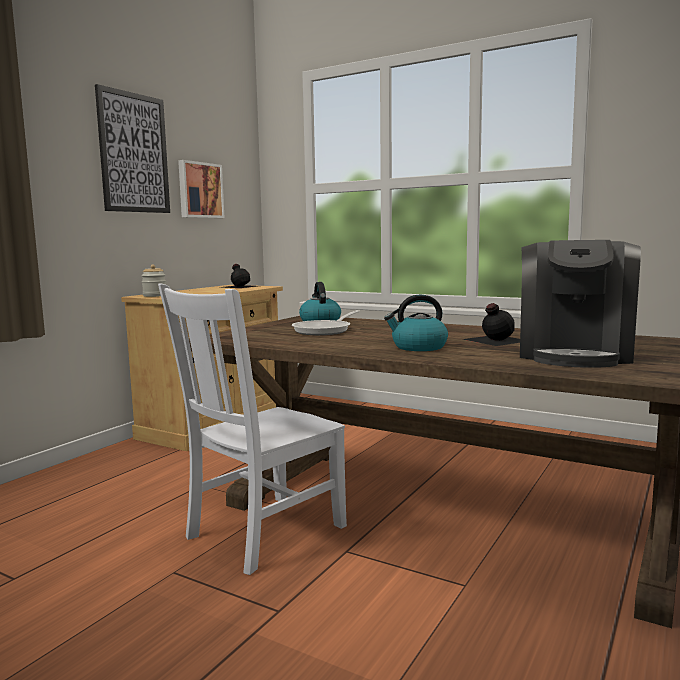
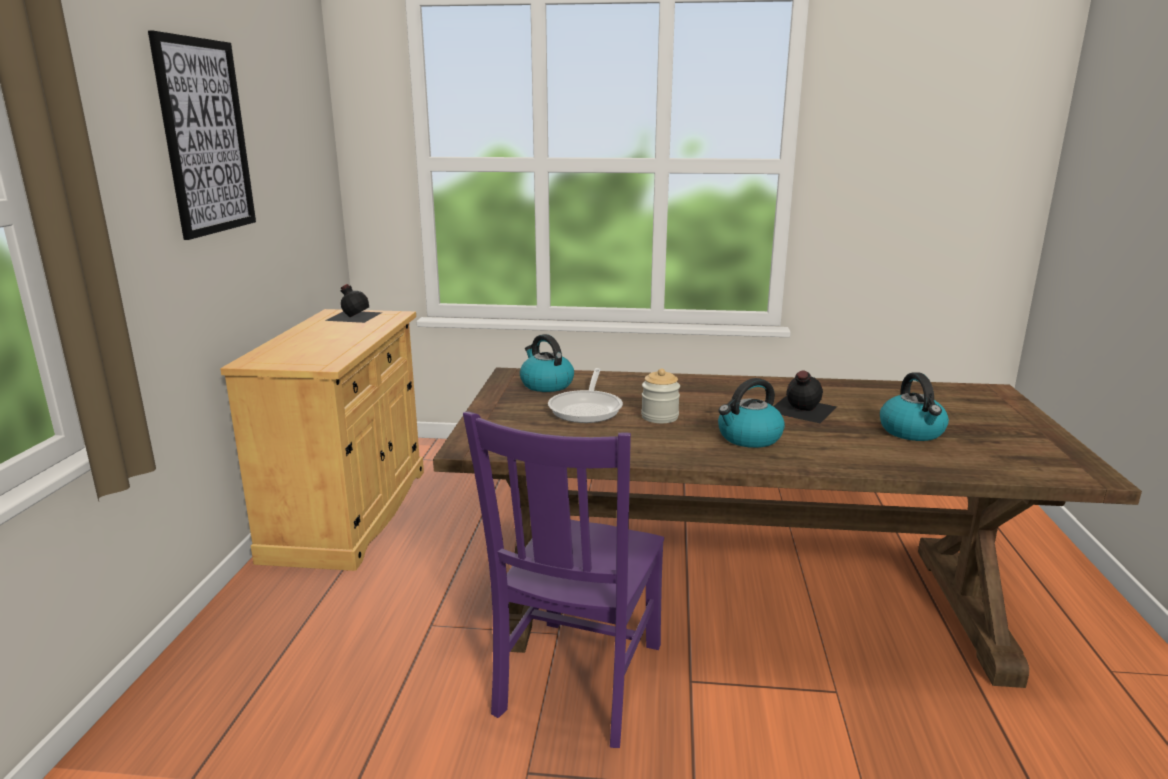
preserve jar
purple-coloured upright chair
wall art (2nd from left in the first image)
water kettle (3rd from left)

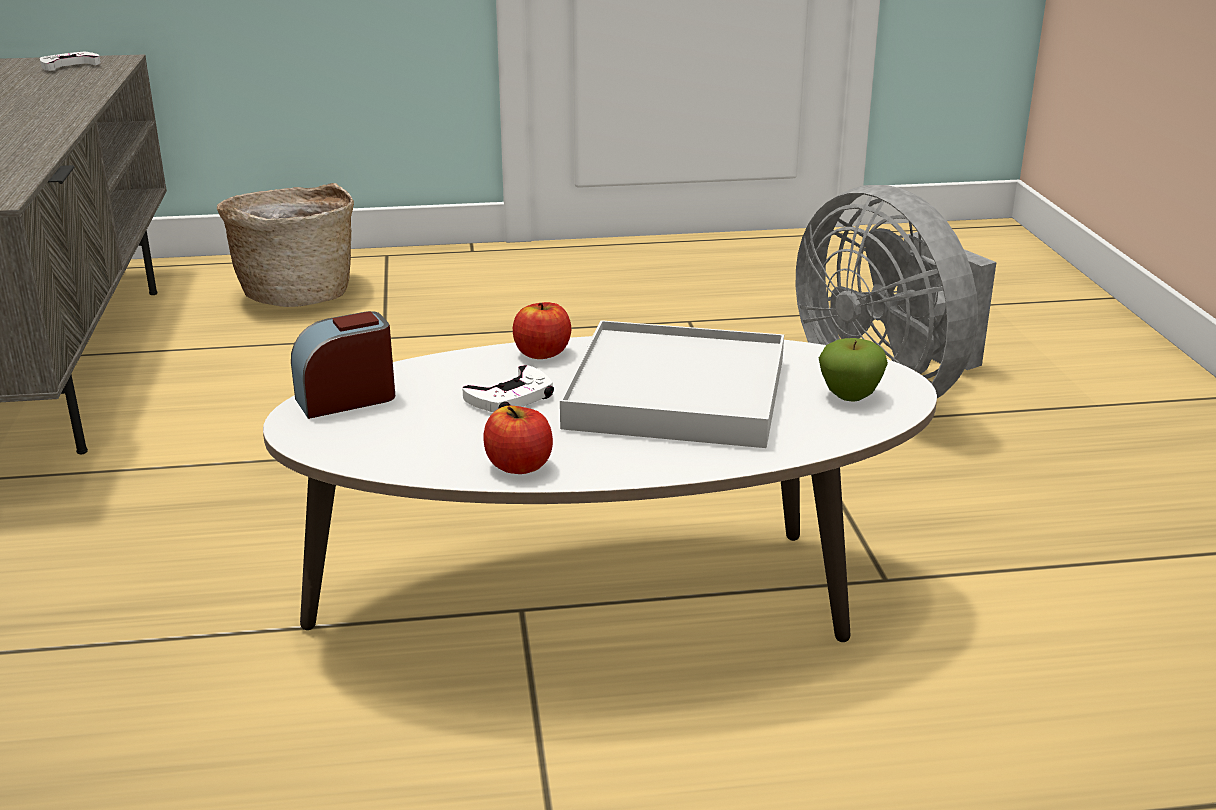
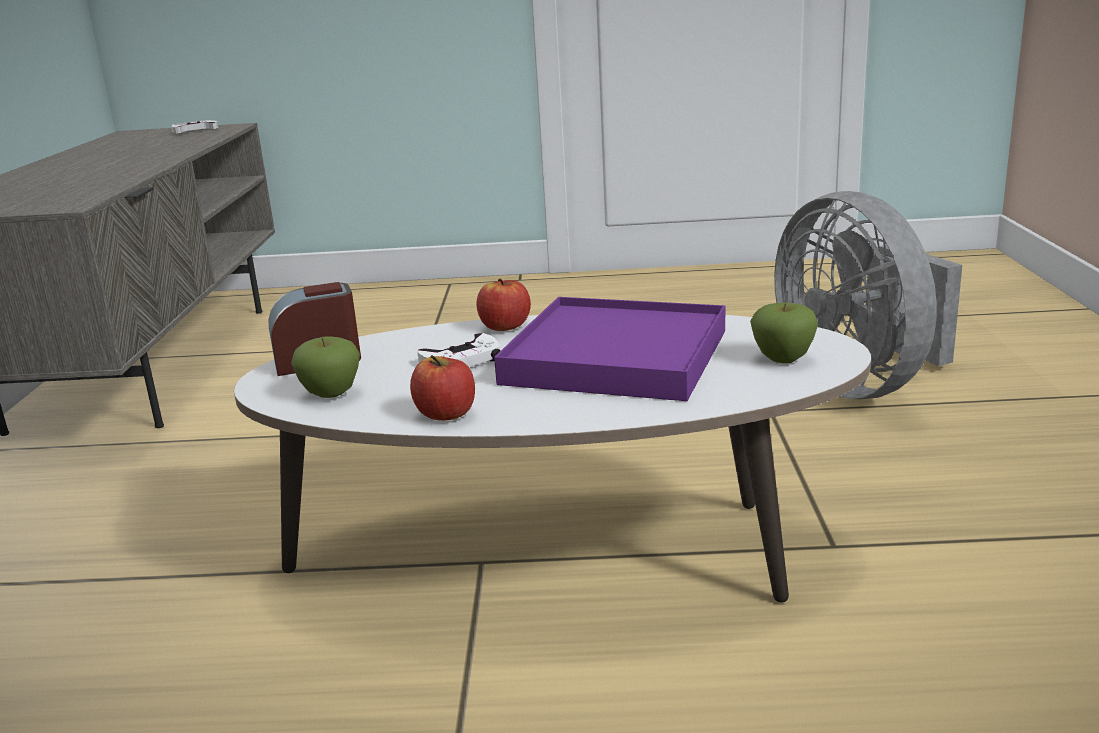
household basket
purple-coloured serving tray
whole apple (1st from left)

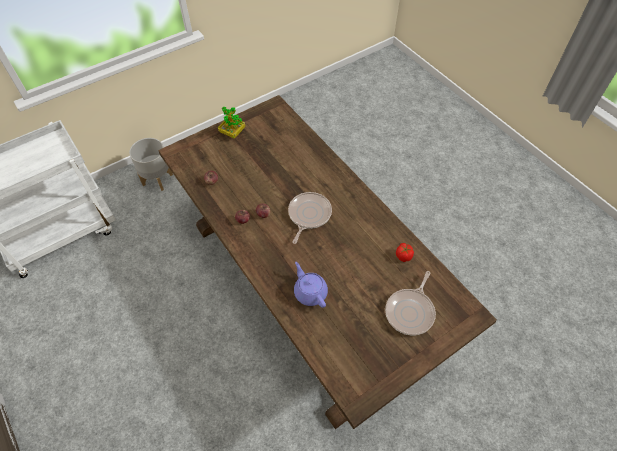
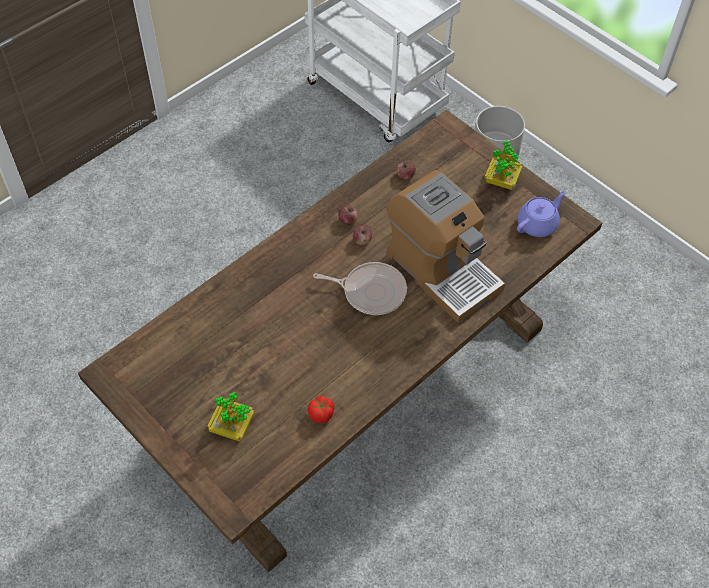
purple-coloured pot for tea
potted plant (1st from left)
coffee maker

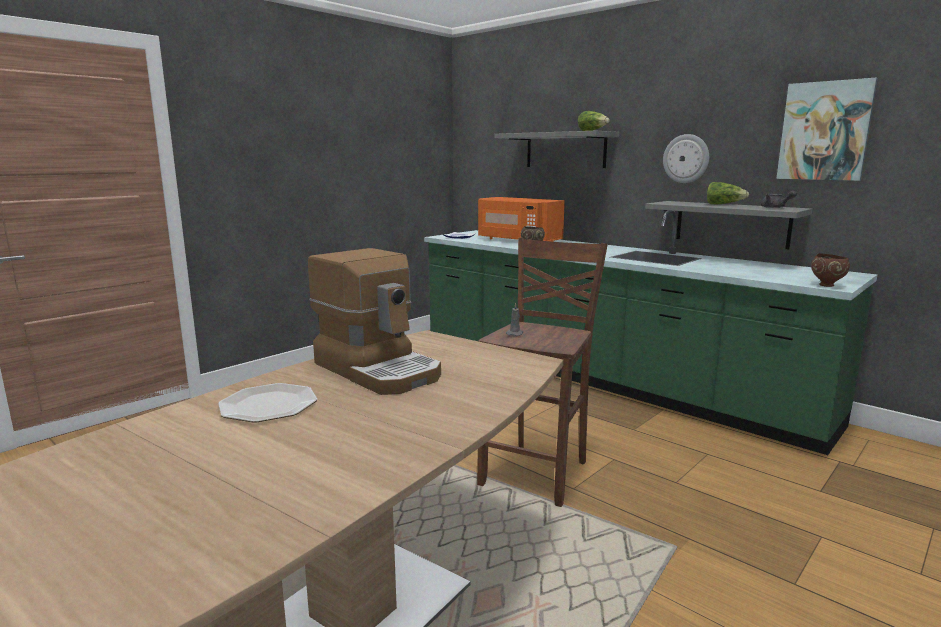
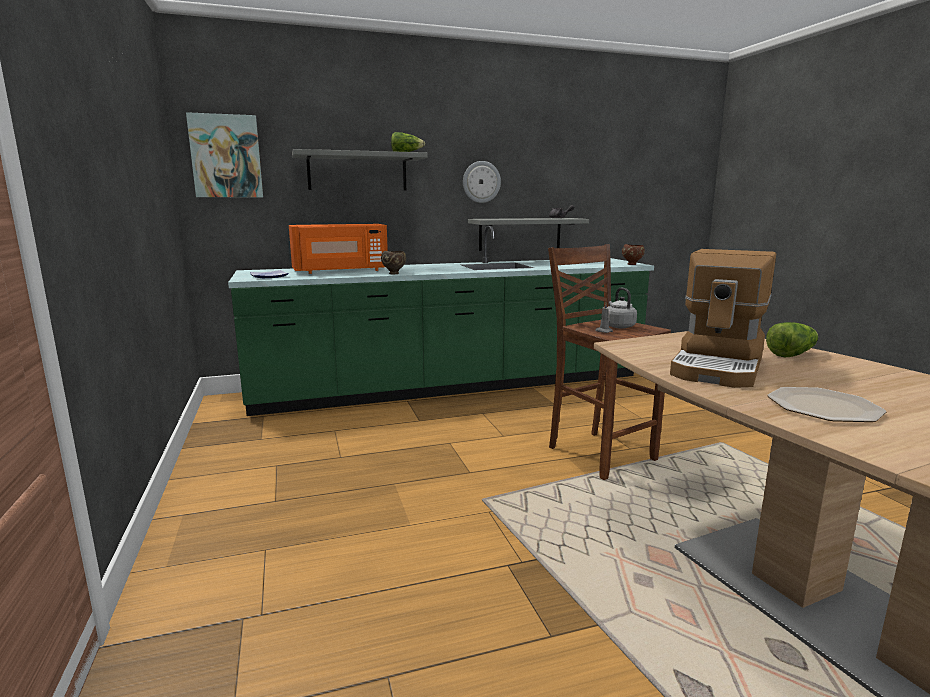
coffee maker
lettuce (2nd from left)
wall art
greyish water kettle

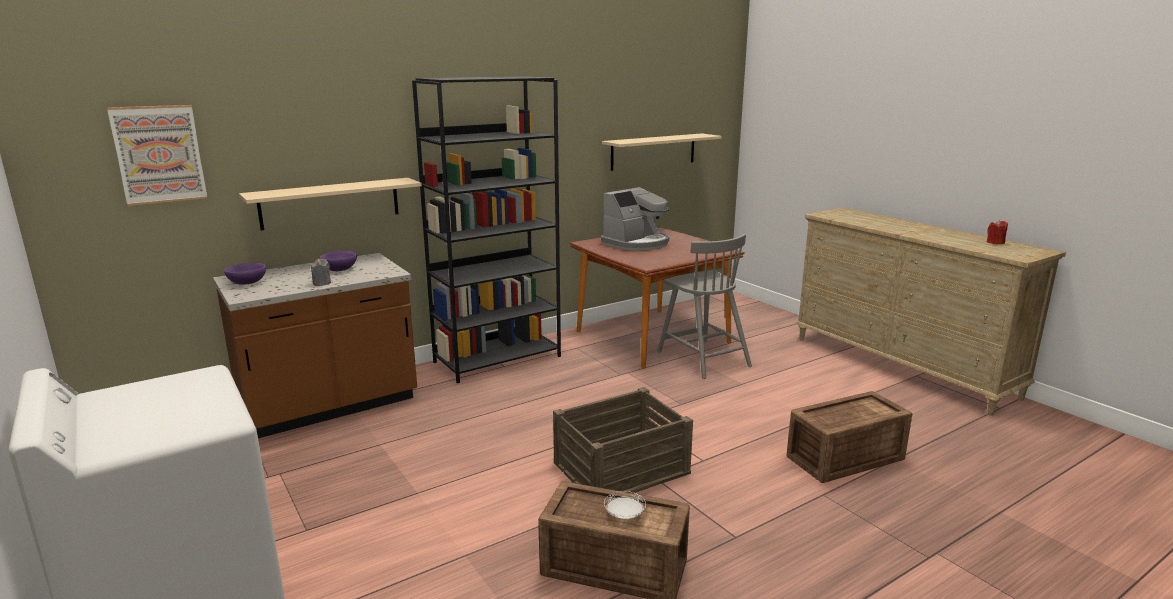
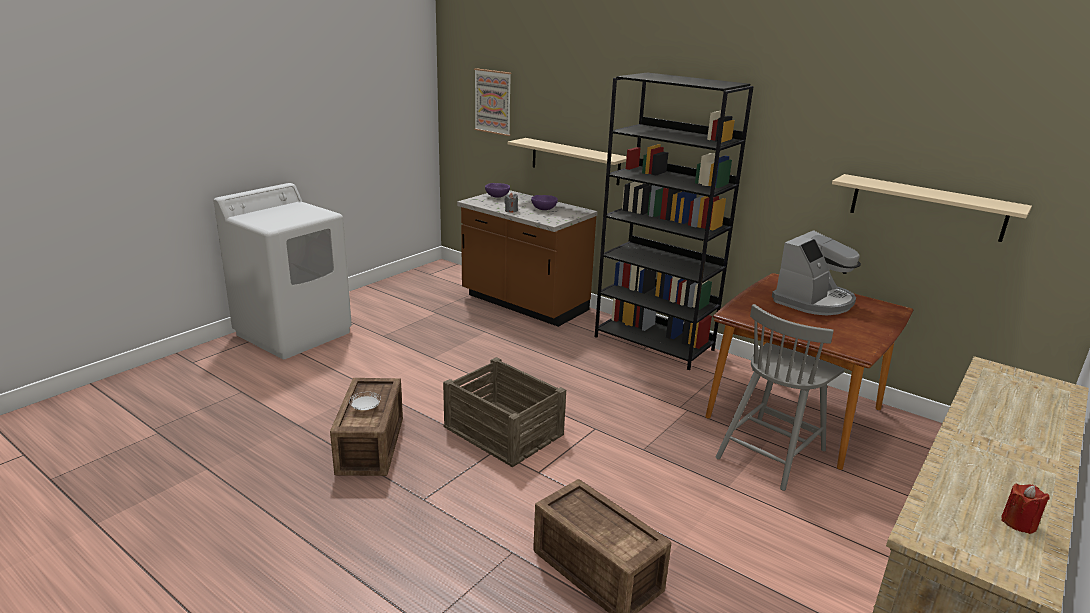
coffee maker

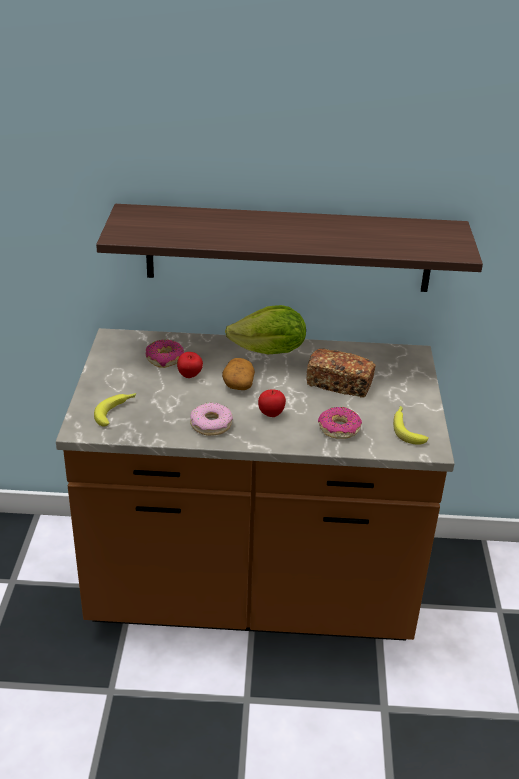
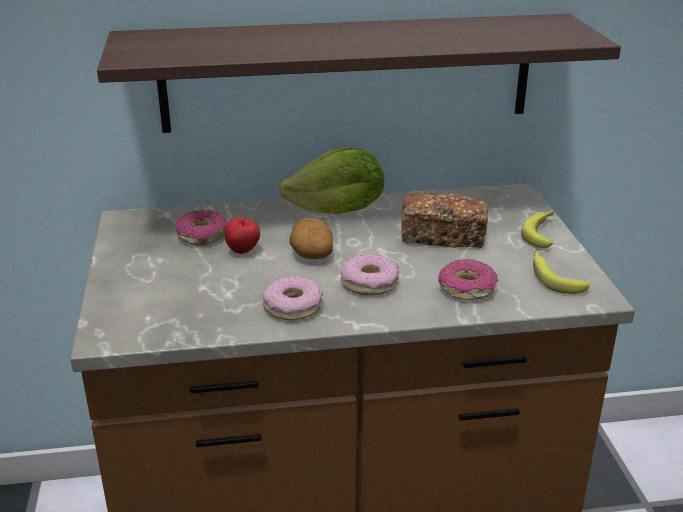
banana (1st from left)
doughnut (3rd from left)

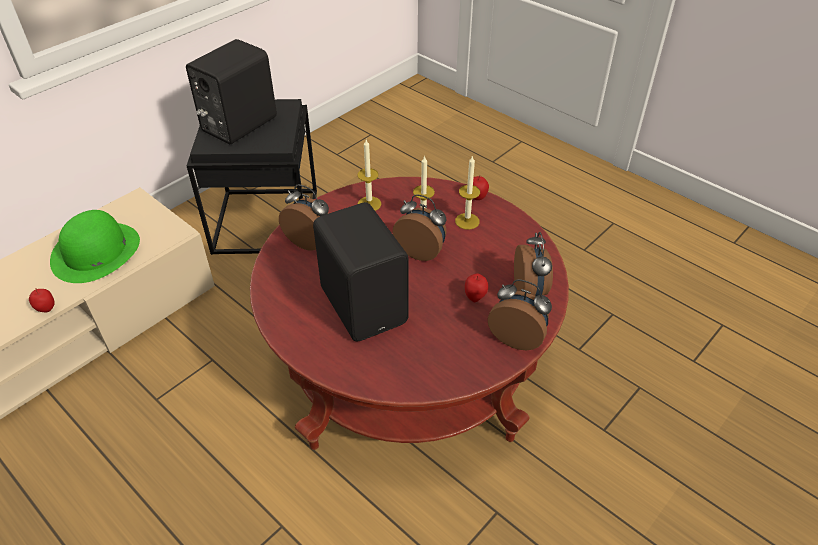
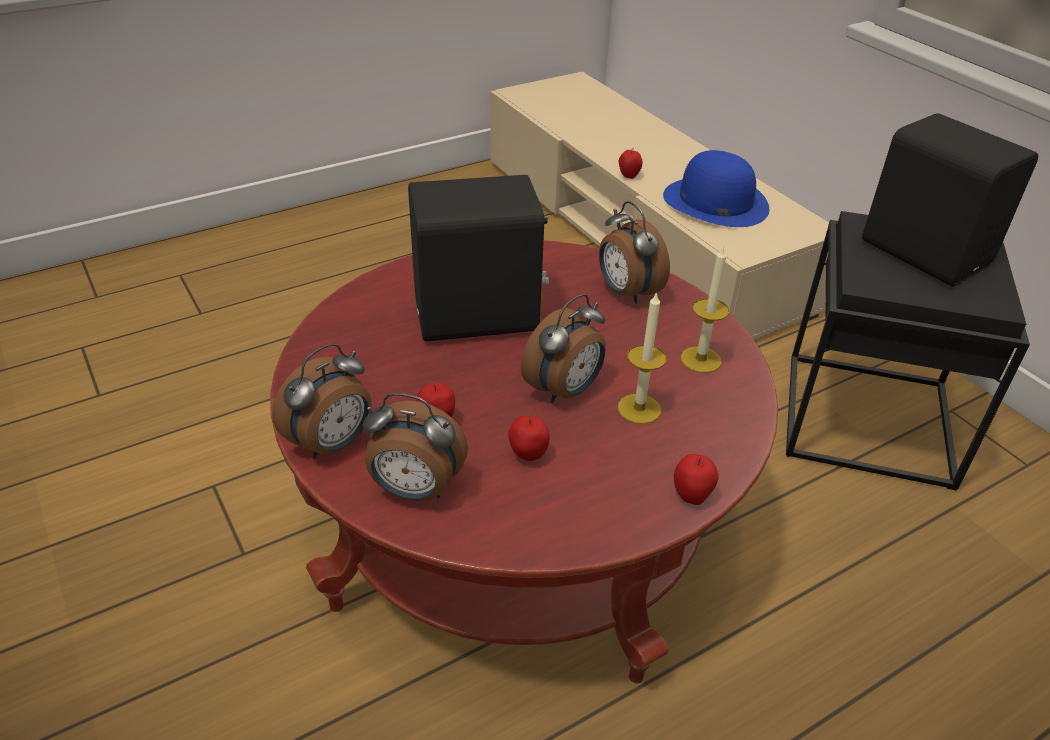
blue clothing hat
bedside clock (4th from left)
wax light (3rd from left in the first image)
whole apple (2nd from left)

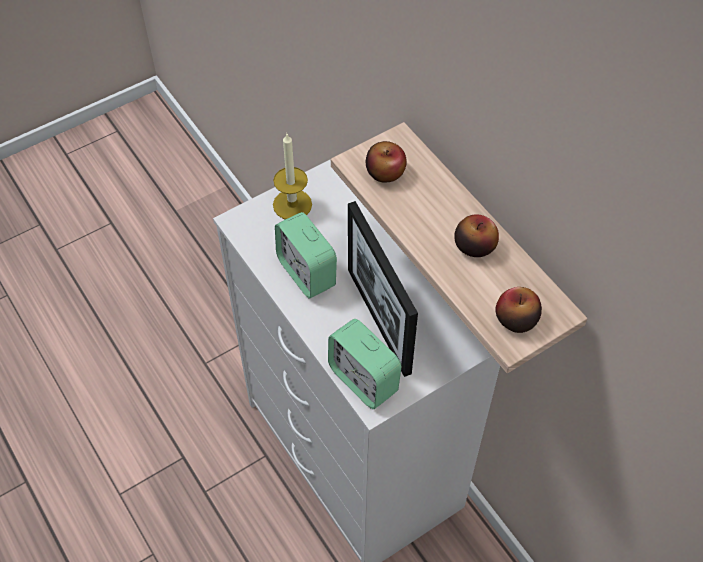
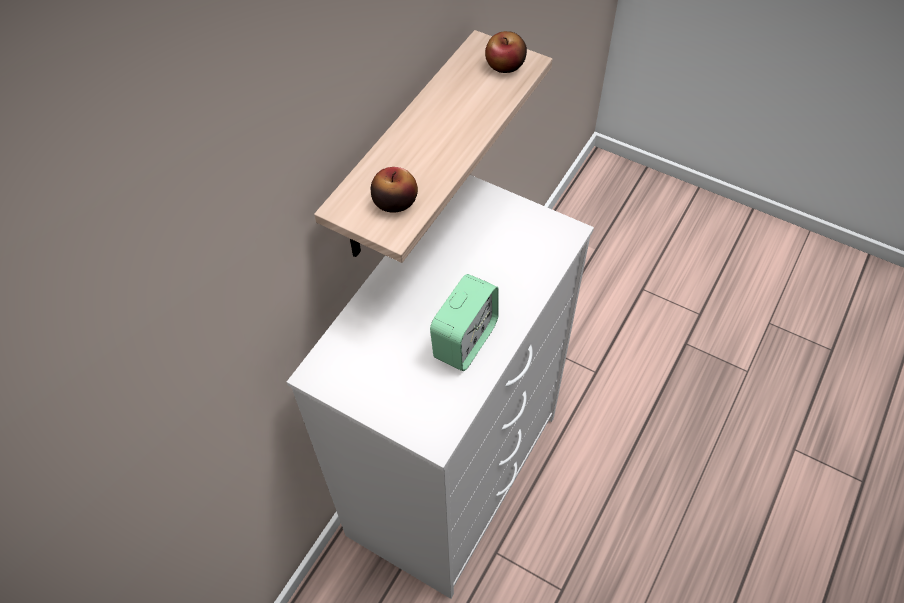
wax light
bedside clock (2nd from left in the first image)
standing frame
whole apple (2nd from left in the first image)

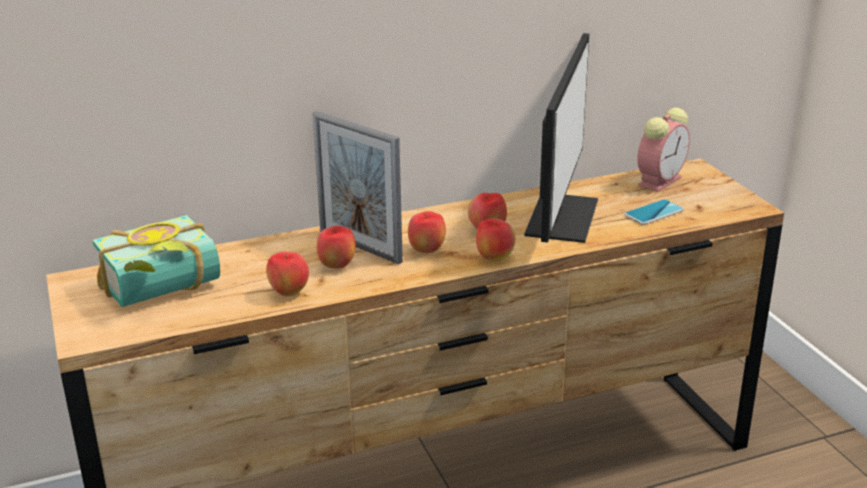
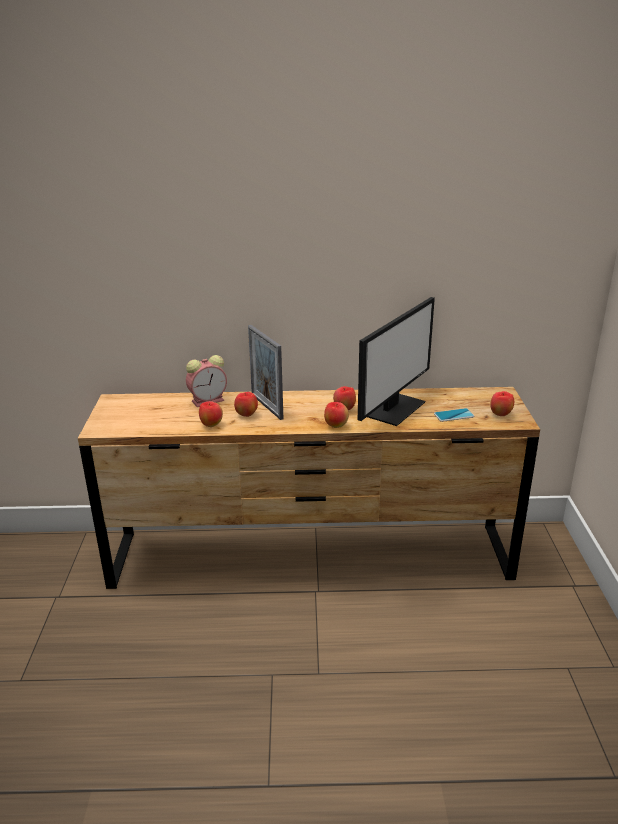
book
whole apple (5th from left)
bedside clock

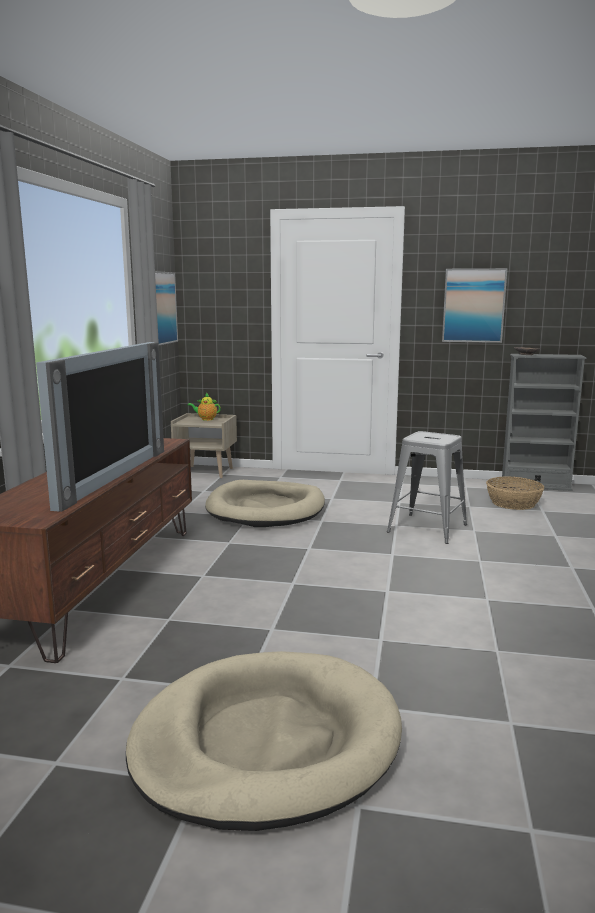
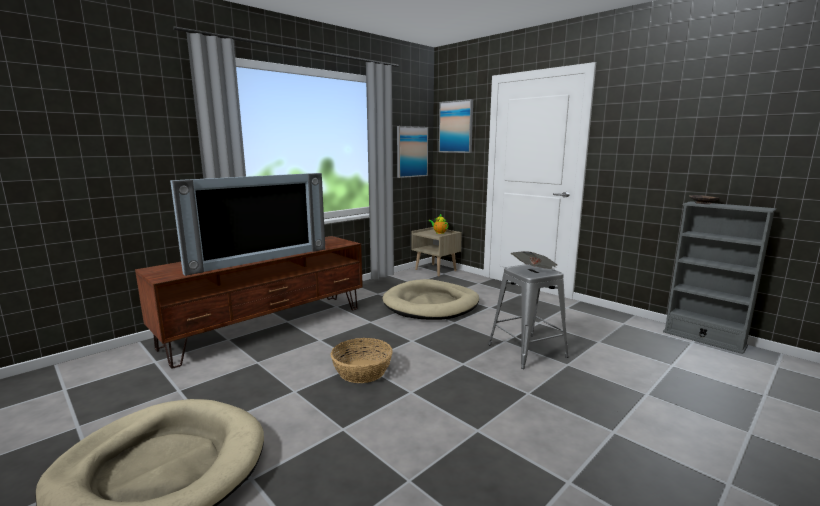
wall art (2nd from left)
household basket
newspaper

